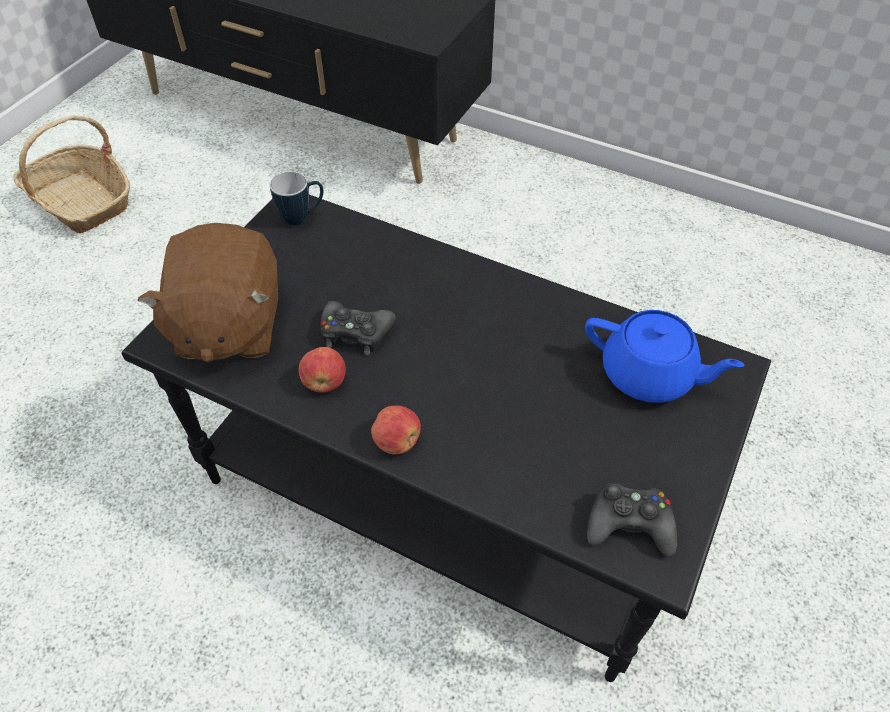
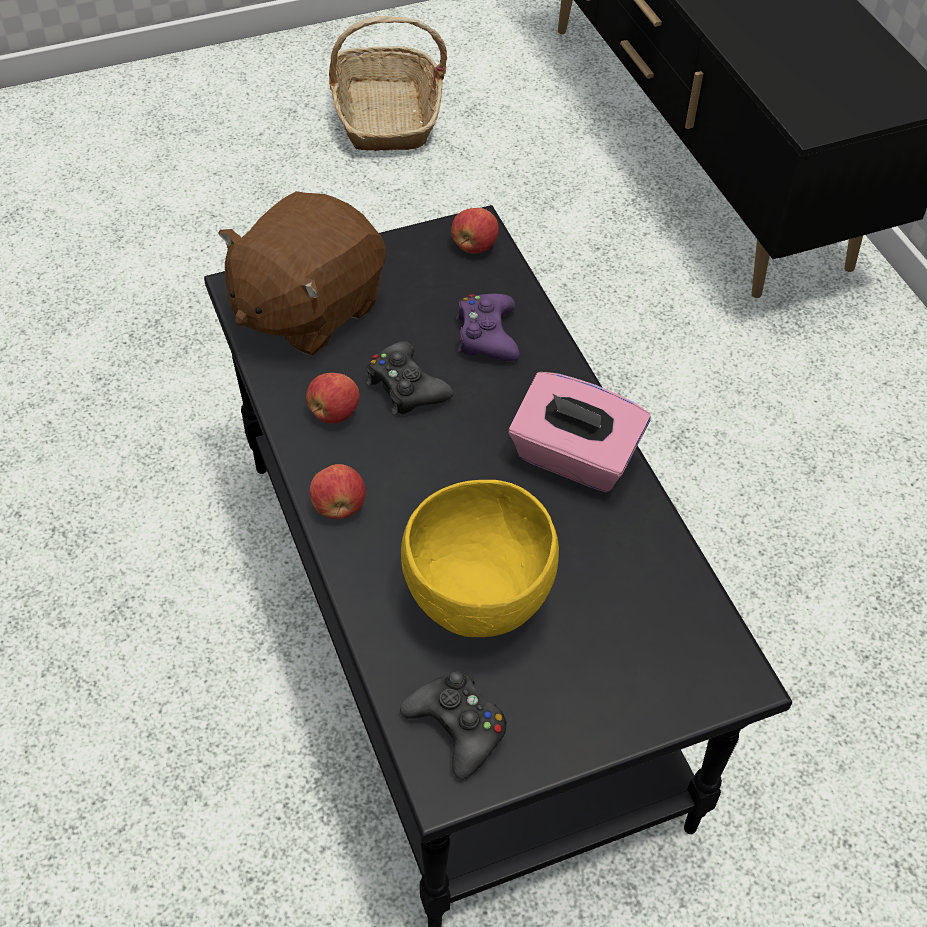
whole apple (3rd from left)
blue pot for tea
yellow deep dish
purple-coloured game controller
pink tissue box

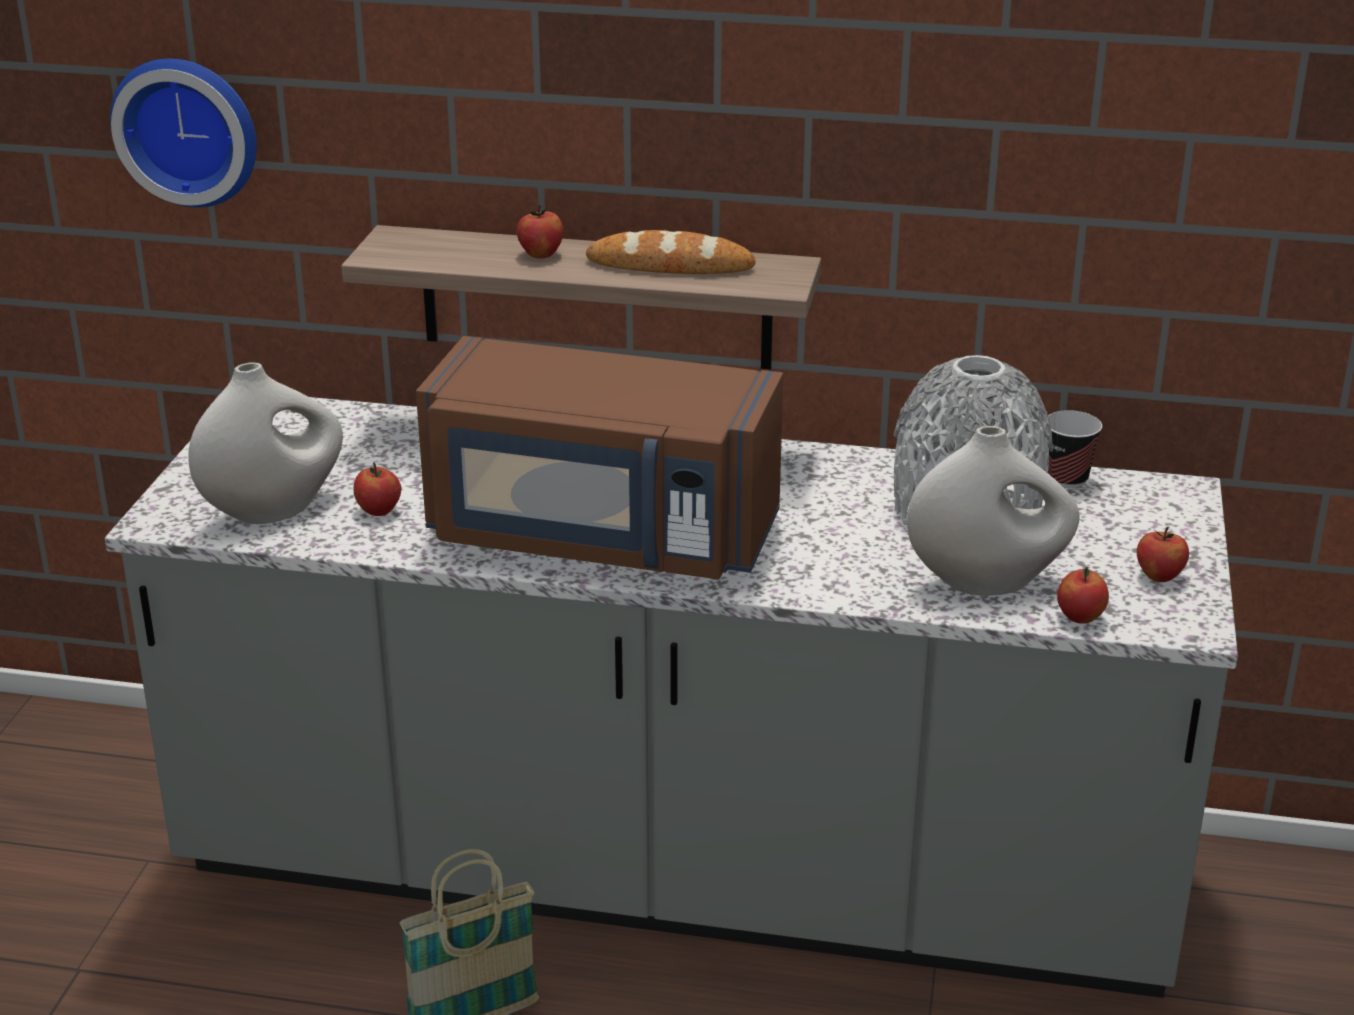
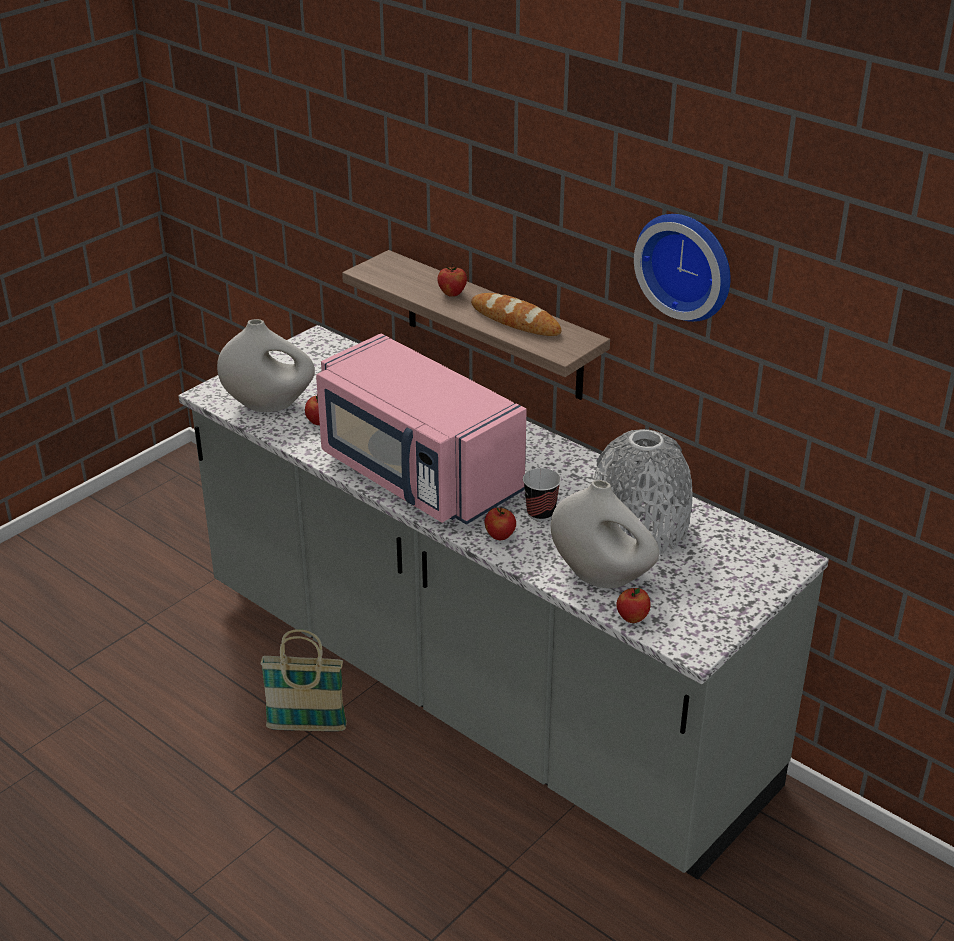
hanging clock
pink microwave oven
cup
whole apple (3rd from left)

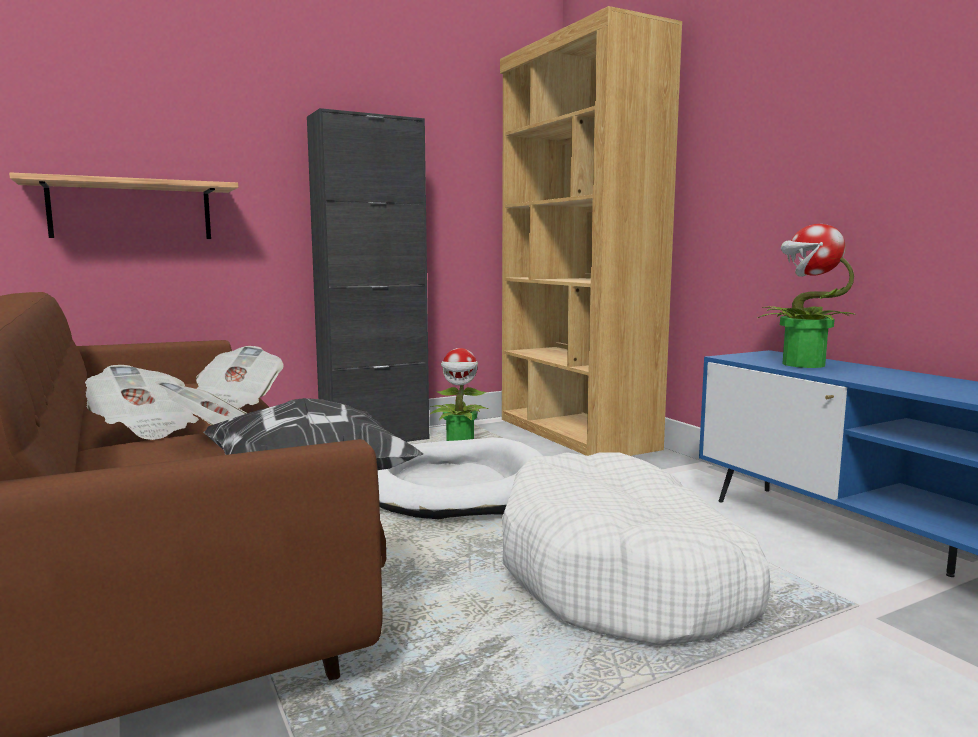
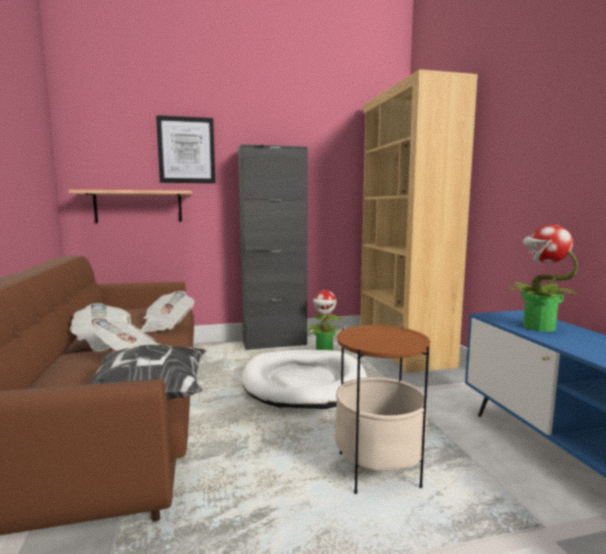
side table
wall art

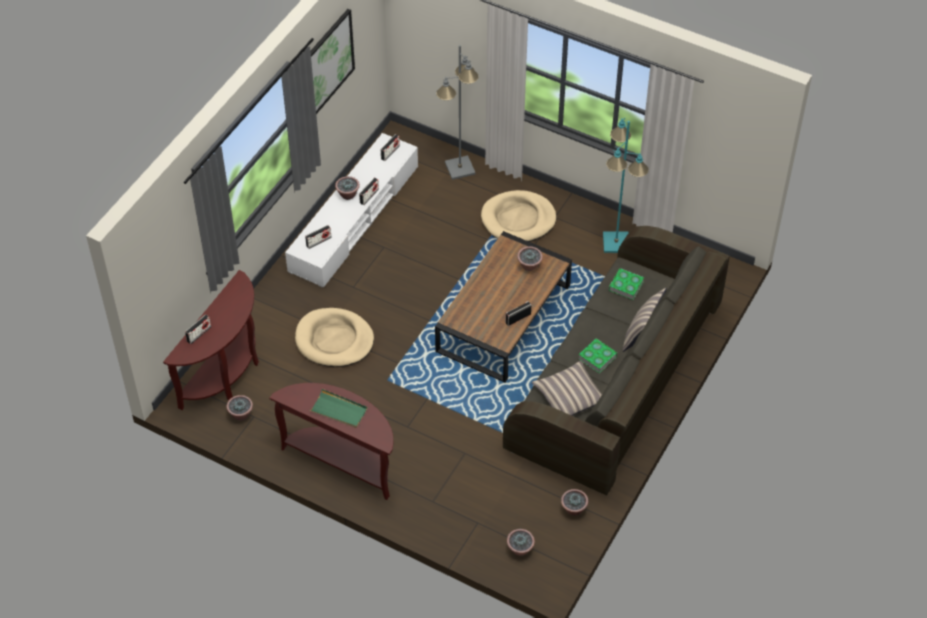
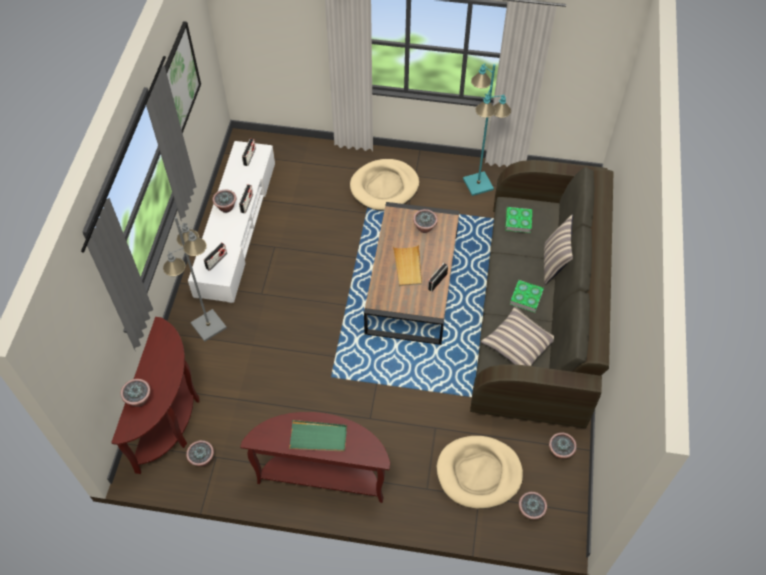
potted plant (1st from left)
sand-coloured dog bed (2nd from left)
greyish standard lamp
sand-coloured serving tray

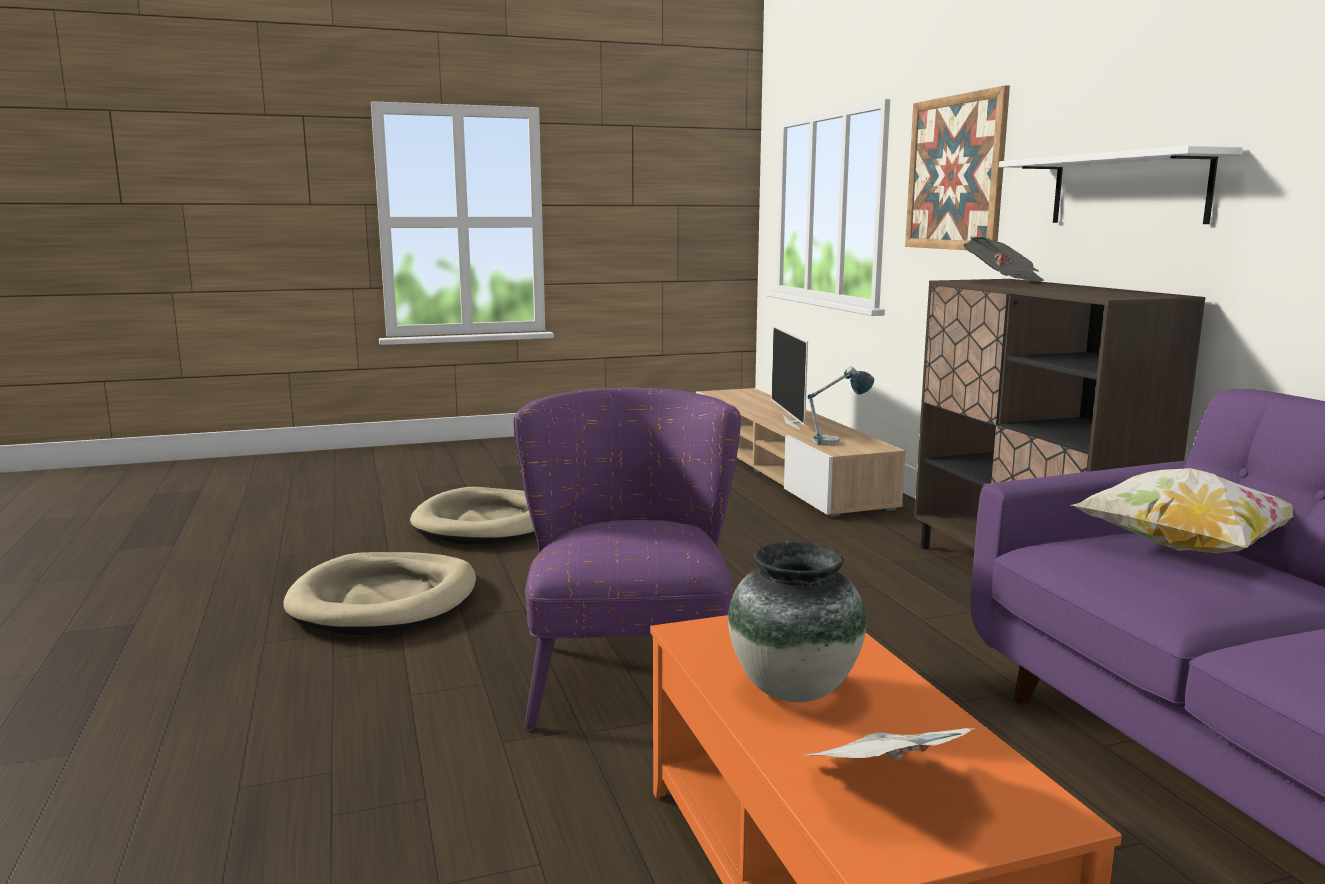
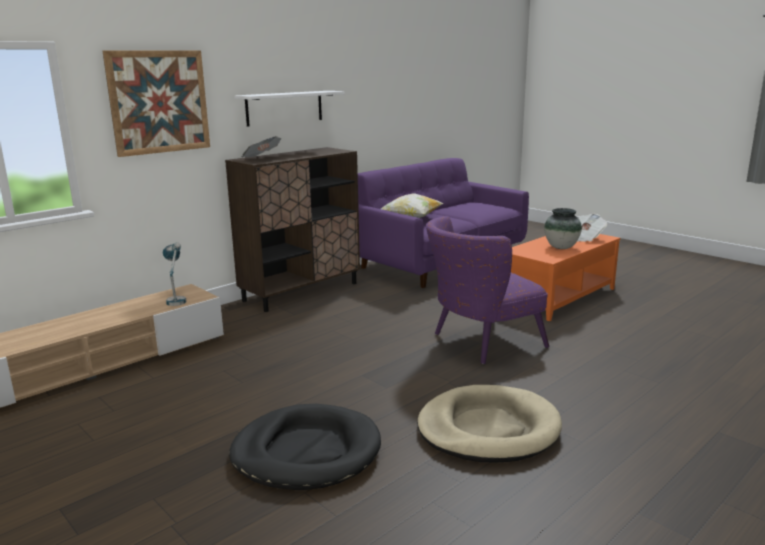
blackish dog bed
television

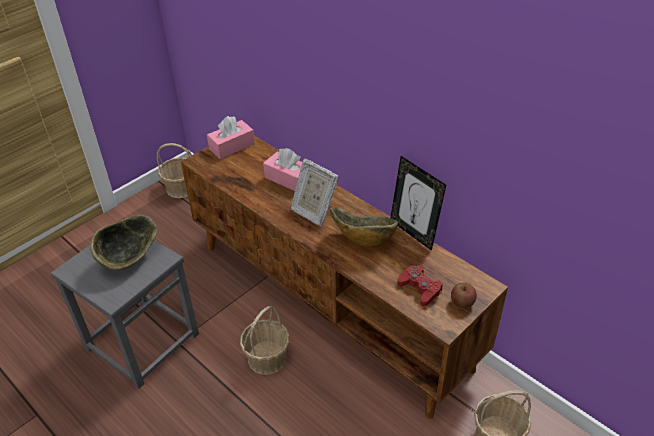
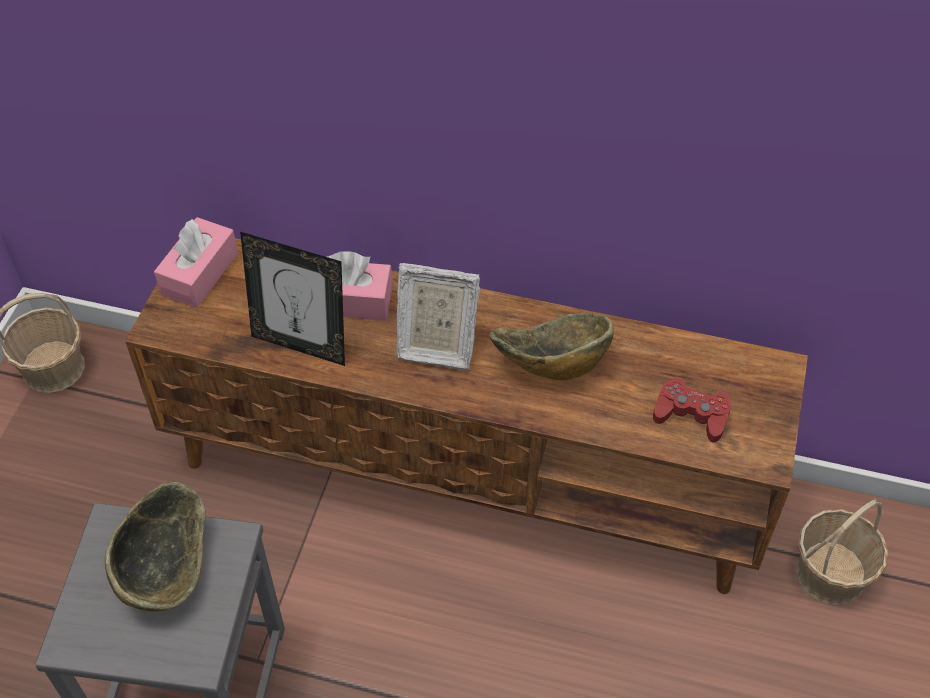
household basket (2nd from left in the first image)
standing frame (1st from left)
whole apple

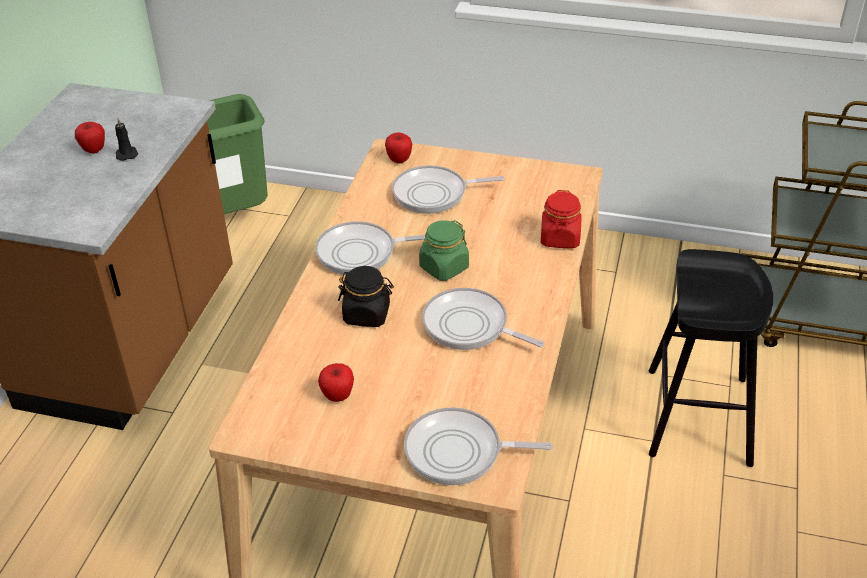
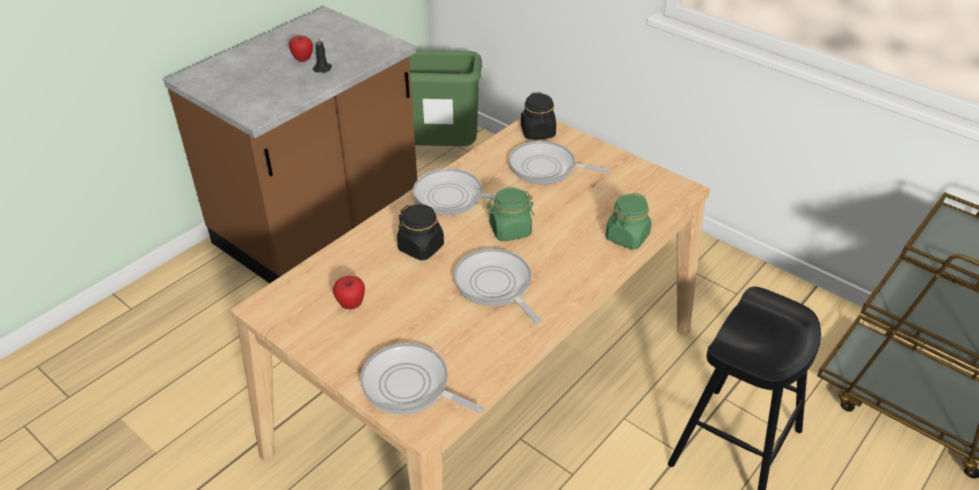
blackish preserve jar (2nd from left)
green preserve jar (2nd from left)

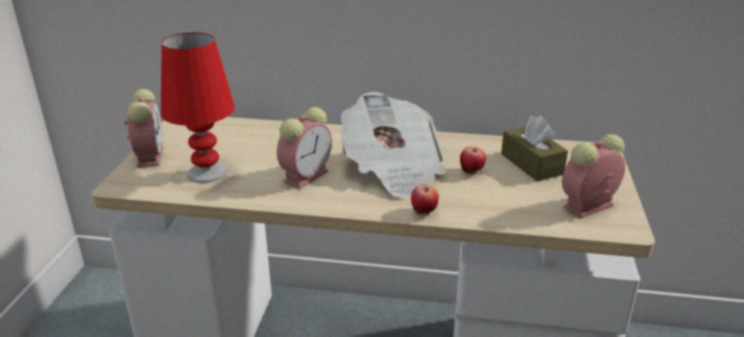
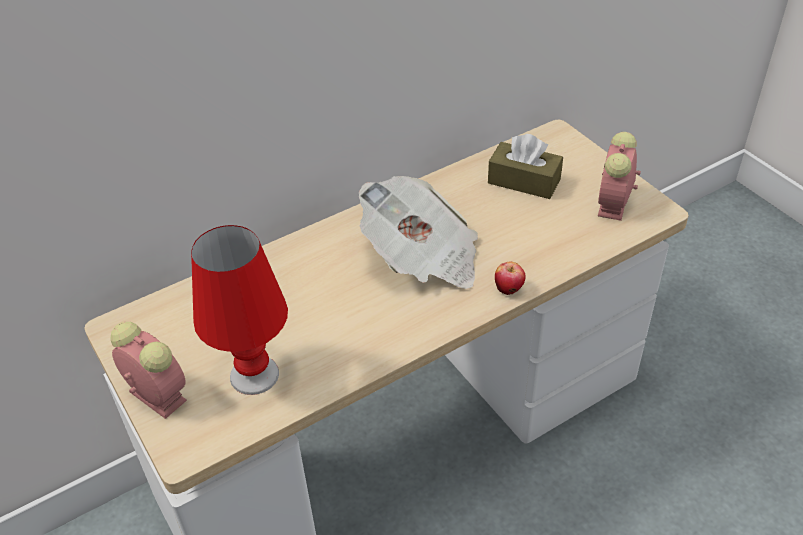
bedside clock (2nd from left in the first image)
whole apple (2nd from left in the first image)

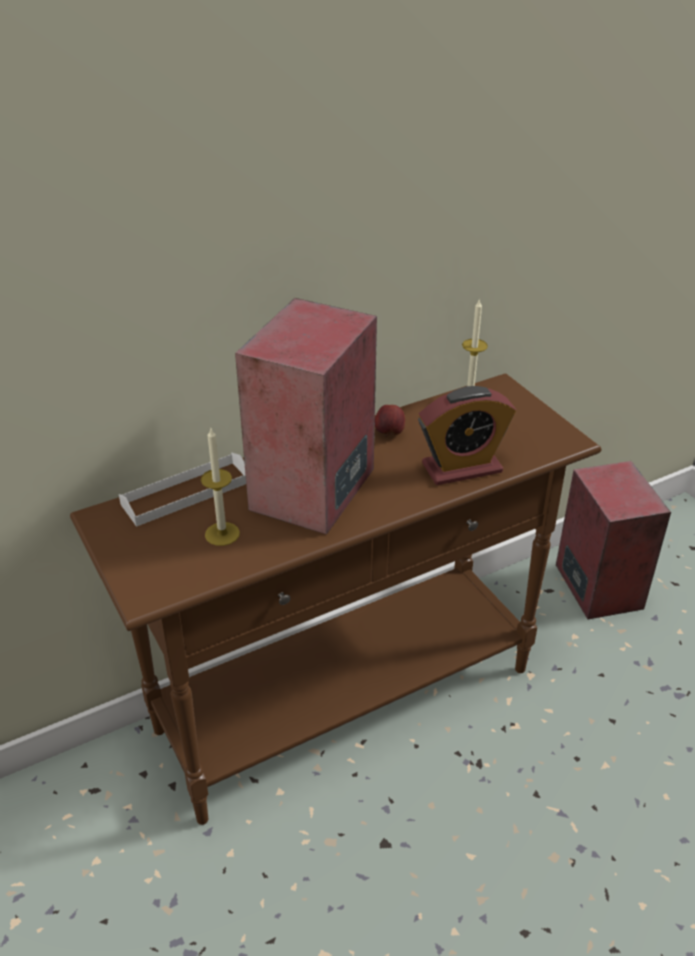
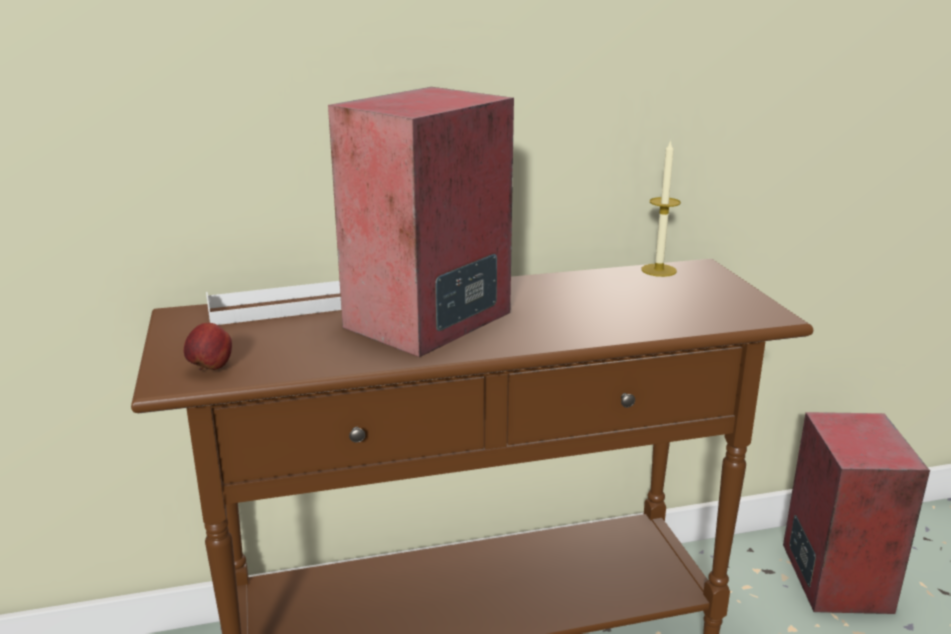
wax light (1st from left in the first image)
whole apple
bedside clock

